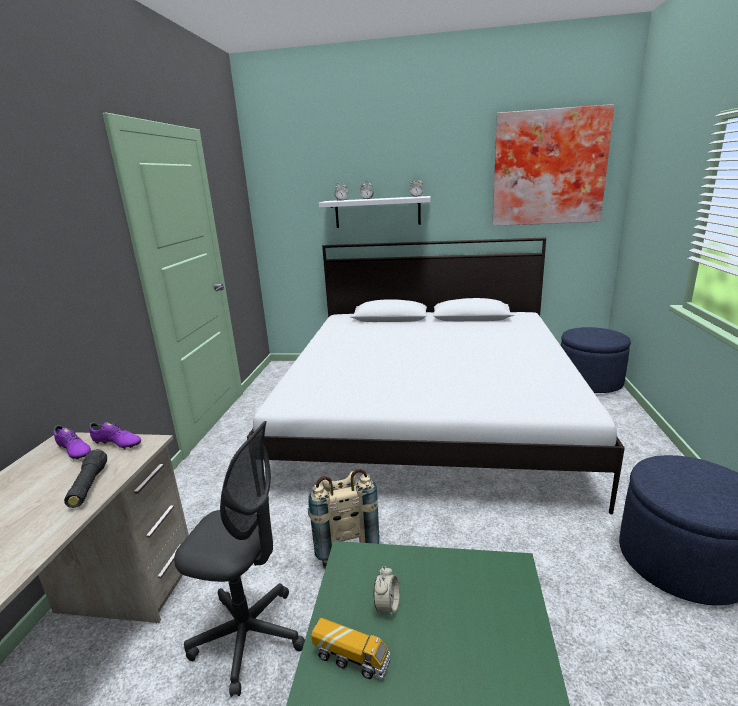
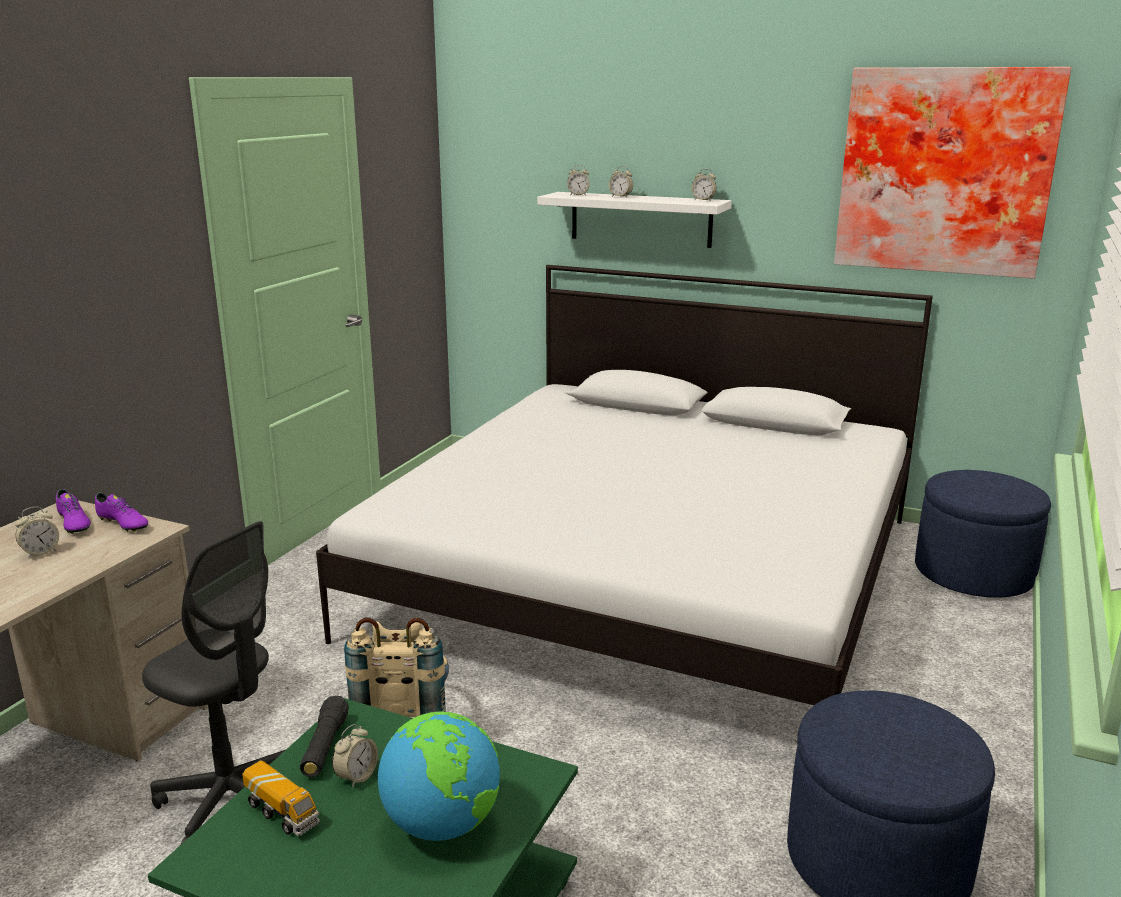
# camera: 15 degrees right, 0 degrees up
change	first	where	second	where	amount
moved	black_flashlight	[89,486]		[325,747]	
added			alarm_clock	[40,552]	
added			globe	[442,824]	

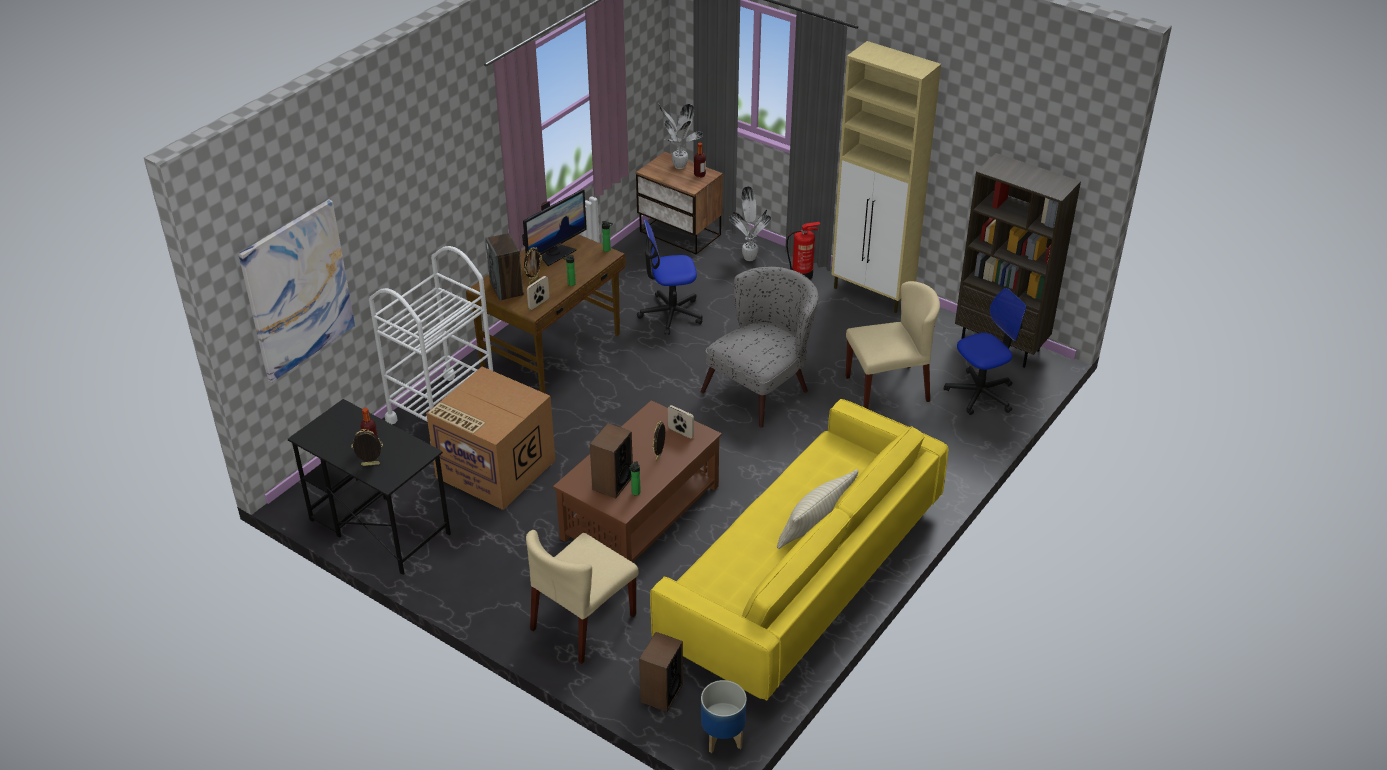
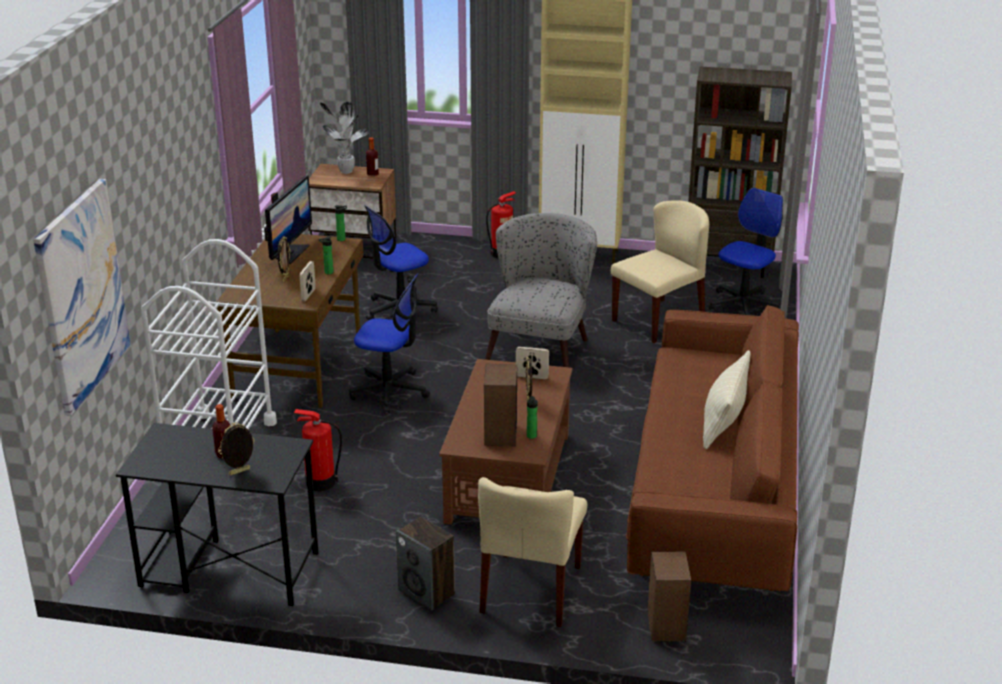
# camera: 25 degrees left, 10 degrees down
change	first	where	second	where	amount
replaced	cardboard_box	[494,469]	fire_extinguisher	[320,482]	
moved	speaker	[507,289]		[427,592]	
recoloured	yellow_sofa	[801,577]	brown_sofa	[714,487]	
removed	planter	[723,738]			
removed	potted_plant	[749,257]			
added			office_chair	[390,391]	

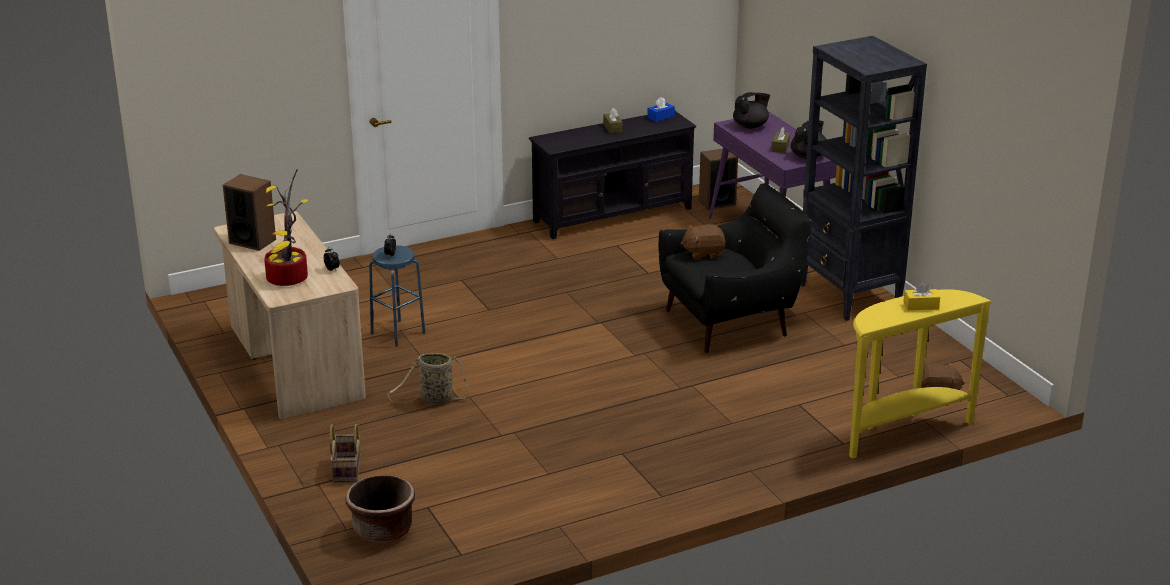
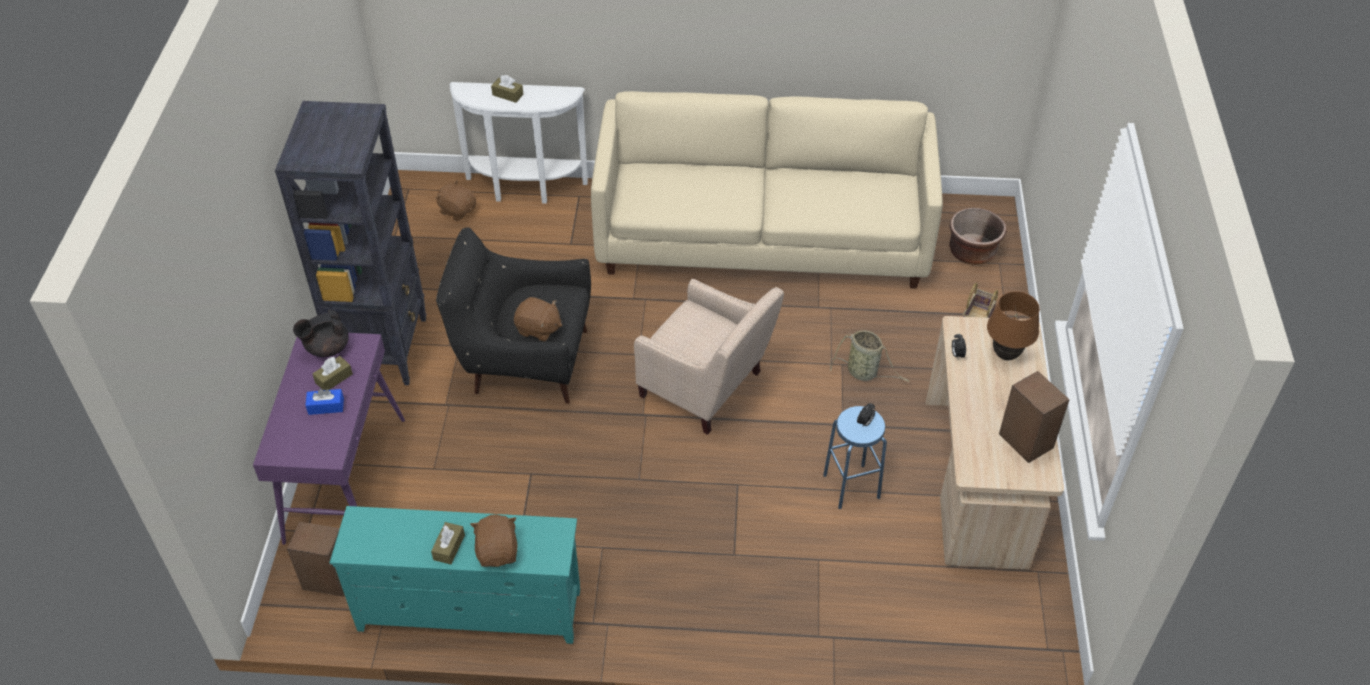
# camera: 150 degrees left, 20 degrees up
change	first	where	second	where	amount
replaced	potted_plant	[290,279]	brown_table_lamp	[1005,355]	
recoloured	black_tv_stand	[612,215]	turquoise_tv_stand	[470,611]	
moved	blue_tissue_box	[661,117]		[326,406]	
removed	black_teapot	[751,126]			
recoloured	yellow_console_table	[901,430]	white_console_table	[525,190]	
recoloured	yellow_tissue_box	[921,305]	brown_tissue_box	[507,95]	
added			brown_plush_toy	[498,551]	
added			beige_sofa	[763,237]	
added			beige_armchair	[706,389]	

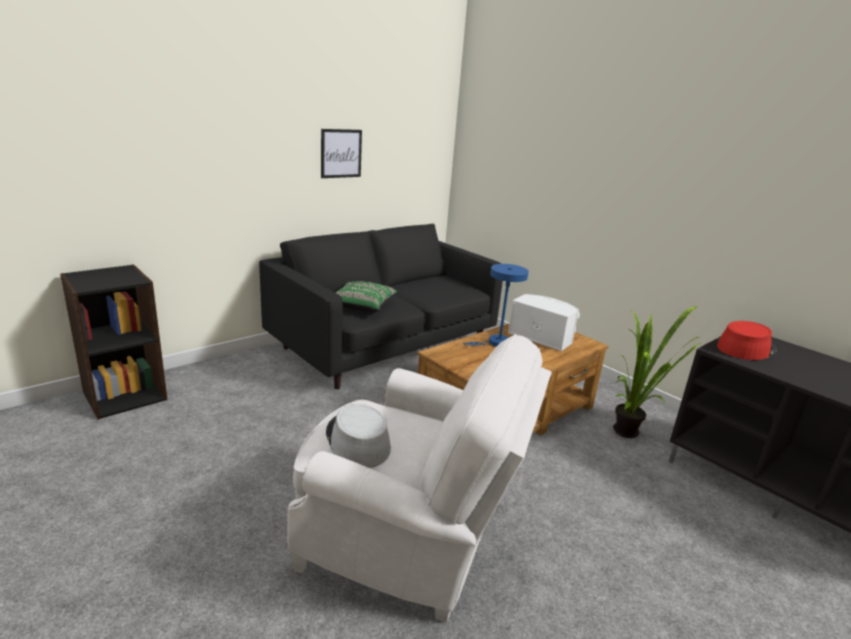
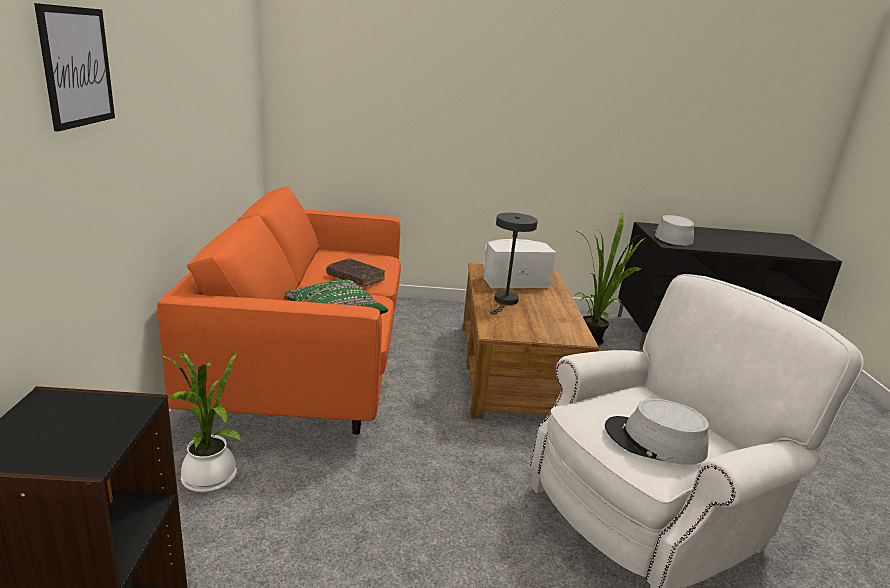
# camera: 50 degrees left, 0 degrees up
change	first	where	second	where	amount
recoloured	black_sofa	[384,346]	orange_sofa	[308,361]	
moved	picture	[341,153]		[77,67]	
recoloured	blue_table_lamp	[495,343]	grey_table_lamp	[505,301]	
recoloured	red_hat	[745,348]	grey_hat	[672,237]	
added			potted_plant	[209,480]	
added			brown_book	[355,278]	

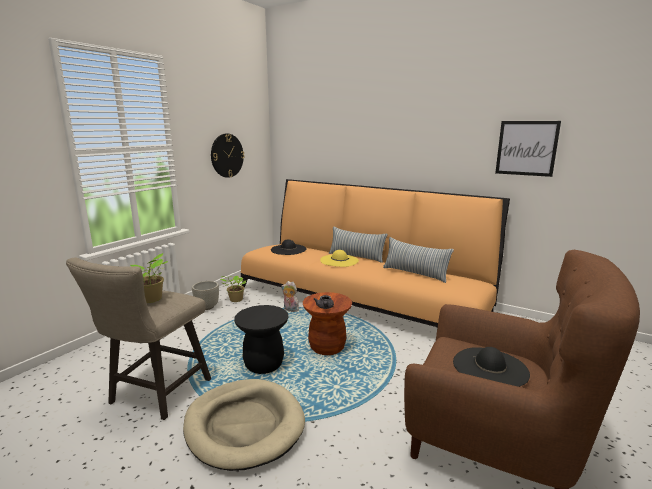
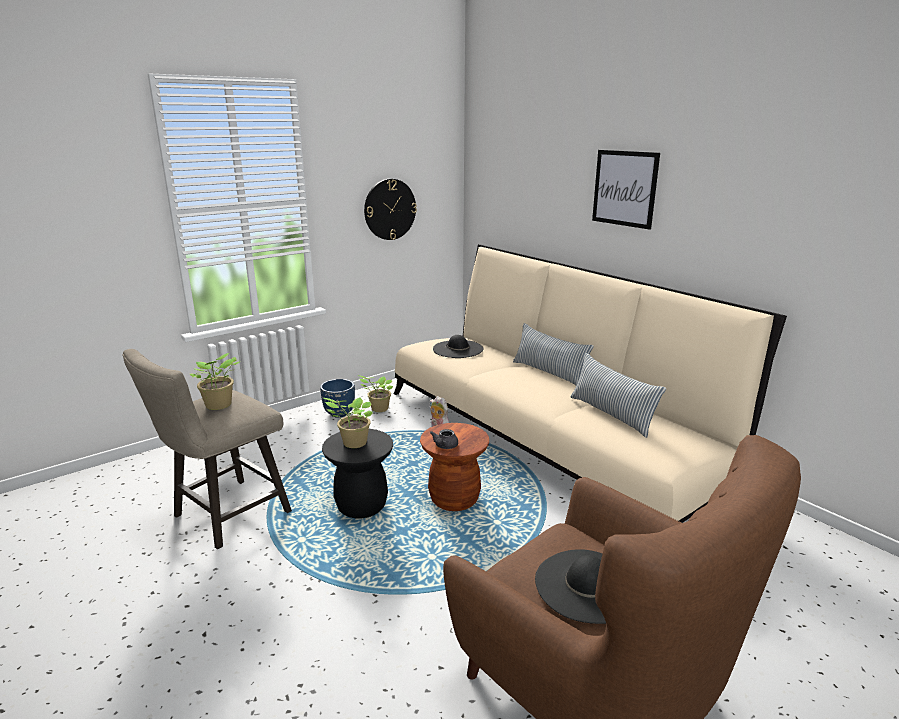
# camera: 20 degrees right, 5 degrees up
change	first	where	second	where	amount
removed	beige_dog_bed	[244,425]			
recoloured	grey_planter	[207,307]	blue_planter	[339,414]	
recoloured	orange_sofa	[360,299]	beige_sofa	[545,436]	
removed	yellow_hat	[339,260]			
moved	picture	[526,148]		[624,188]	
added			potted_plant	[353,443]	

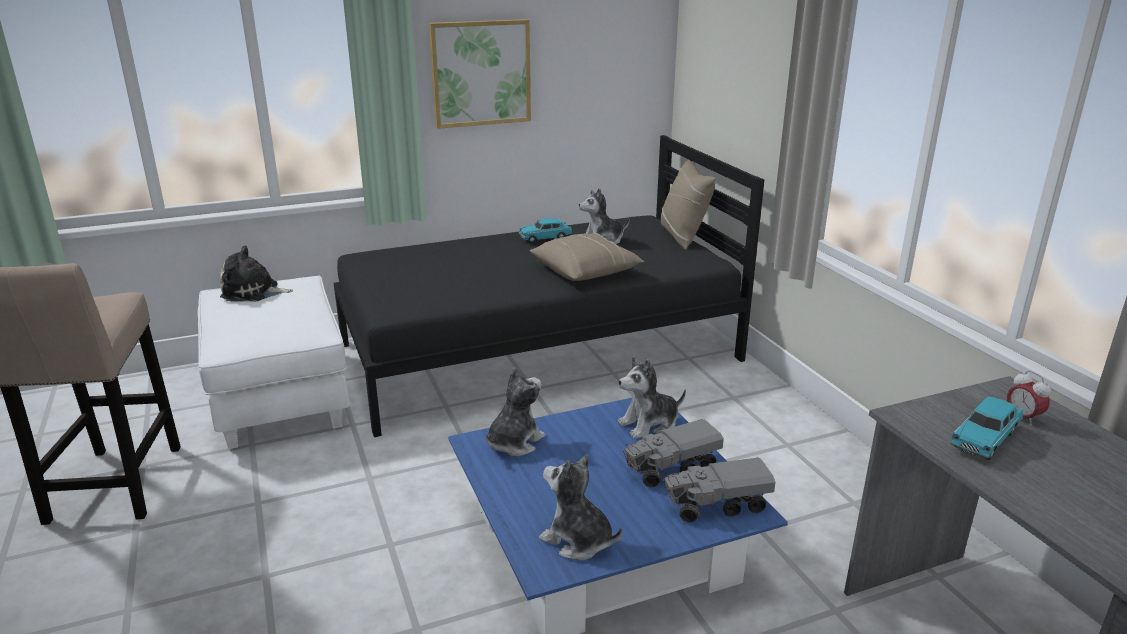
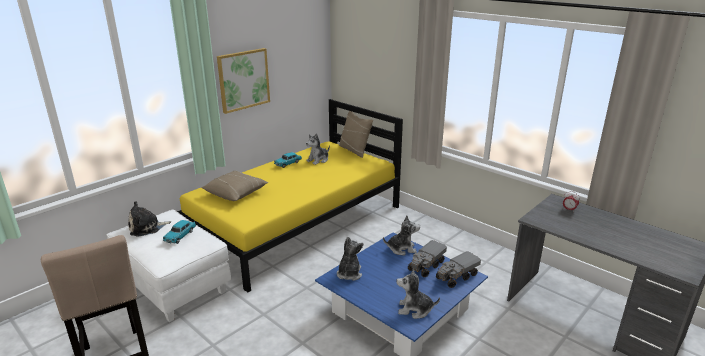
# camera: 25 degrees left, 0 degrees up
change	first	where	second	where	amount
recoloured	black_bed	[539,352]	yellow_bed	[298,225]	
moved	beige_pillow	[585,271]		[236,193]	
turned	plush_toy	[649,425]		[401,249]	135 degrees counterclockwise
moved	turquoise_toy_car	[984,439]		[180,236]	

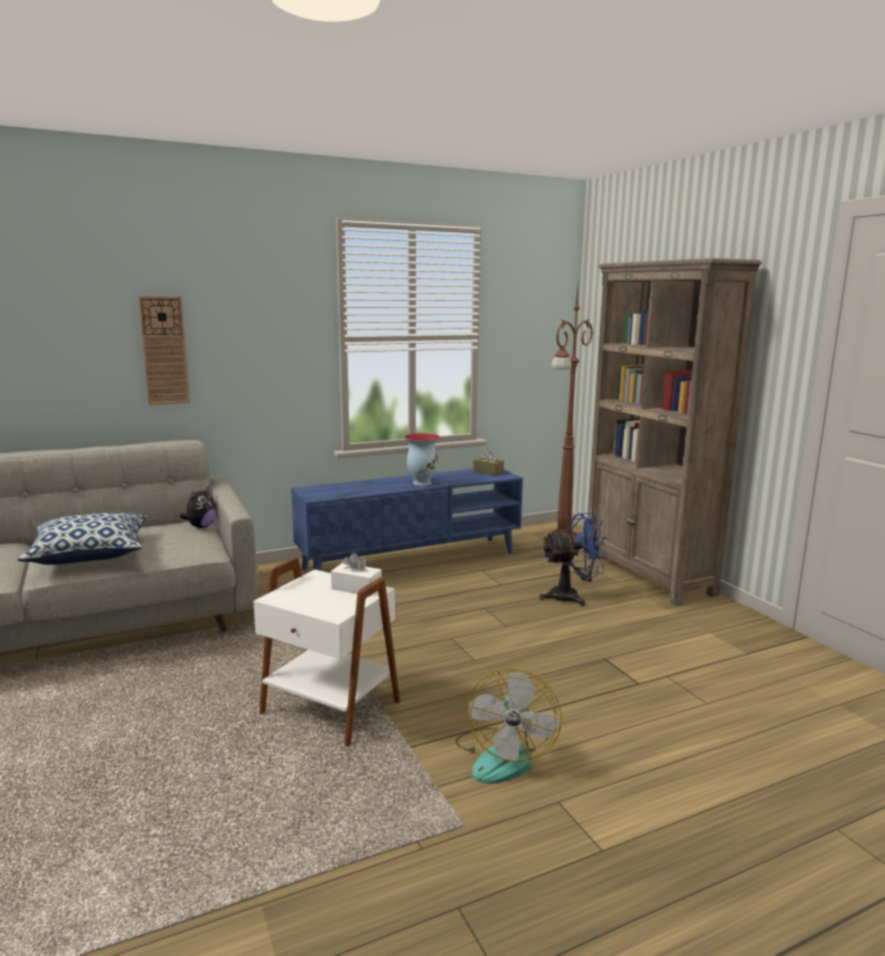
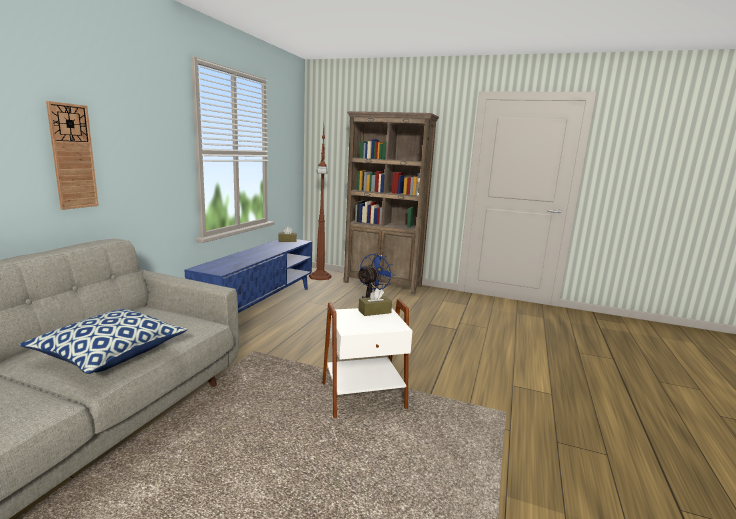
# camera: 45 degrees left, 0 degrees up
change	first	where	second	where	amount
removed	plush_toy	[201,526]			
recoloured	white_tissue_box	[356,588]	brown_tissue_box	[374,311]	
removed	vase	[421,483]			
removed	fan	[503,756]			

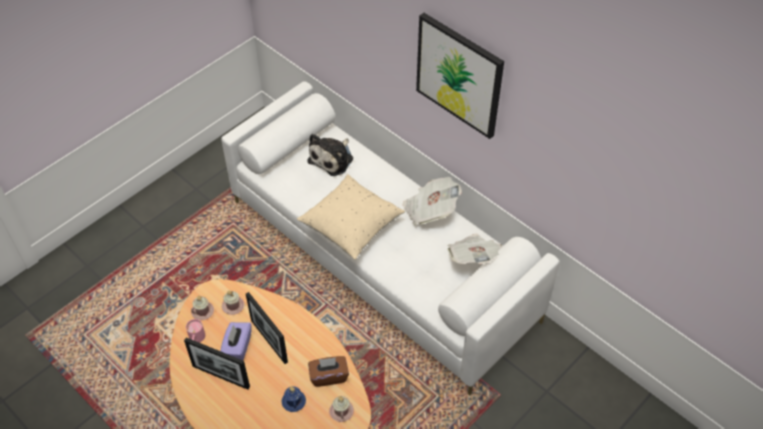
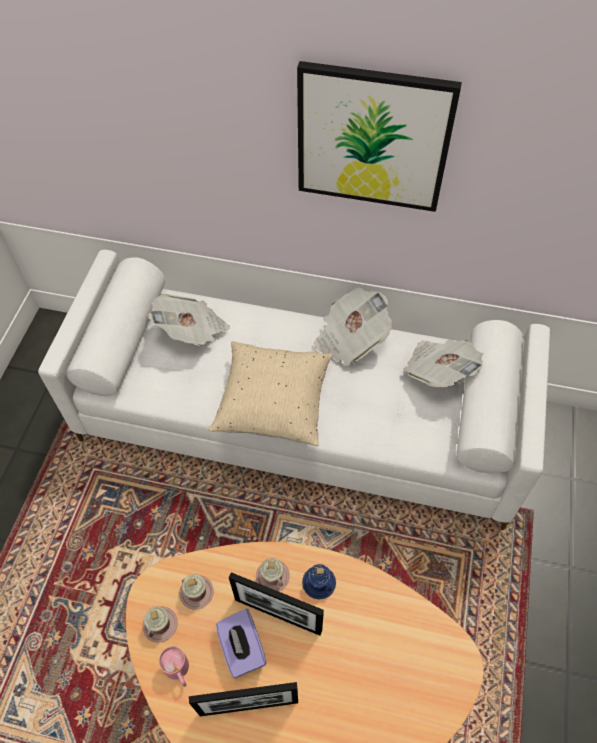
# camera: 30 degrees left, 5 degrees up
change	first	where	second	where	amount
moved	blue_mug	[293,401]		[319,583]	
replaced	plush_toy	[332,159]	newspaper	[192,331]	
removed	brown_tissue_box	[329,376]			
moved	pink_mug	[341,411]		[272,576]	

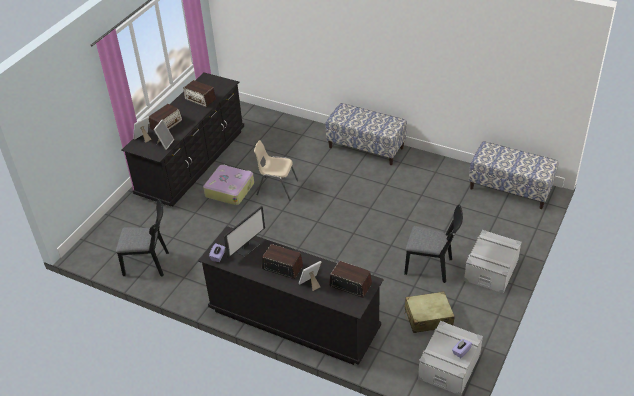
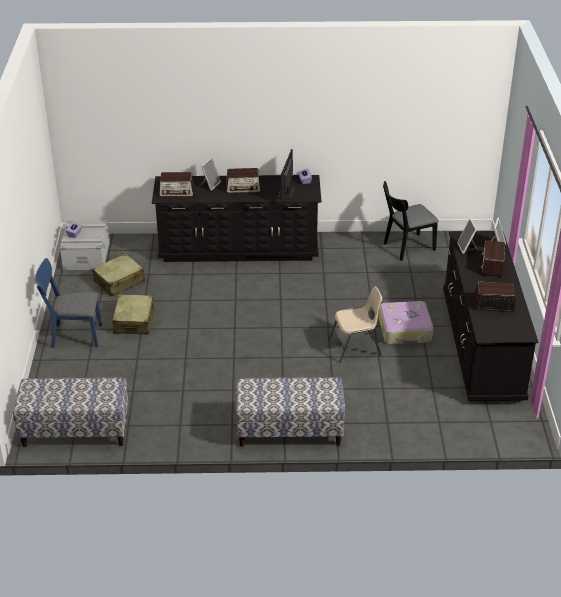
# camera: 150 degrees right, 5 degrees down
change	first	where	second	where	amount
replaced	black_chair	[432,267]	beige_suitcase	[134,321]	
replaced	grey_storage_box	[491,270]	blue_chair	[72,335]	

